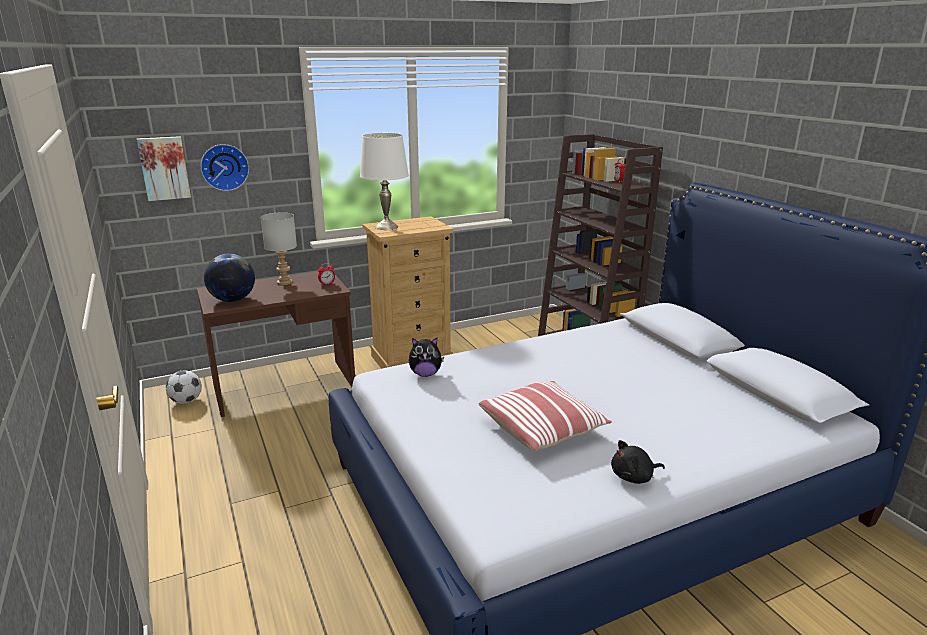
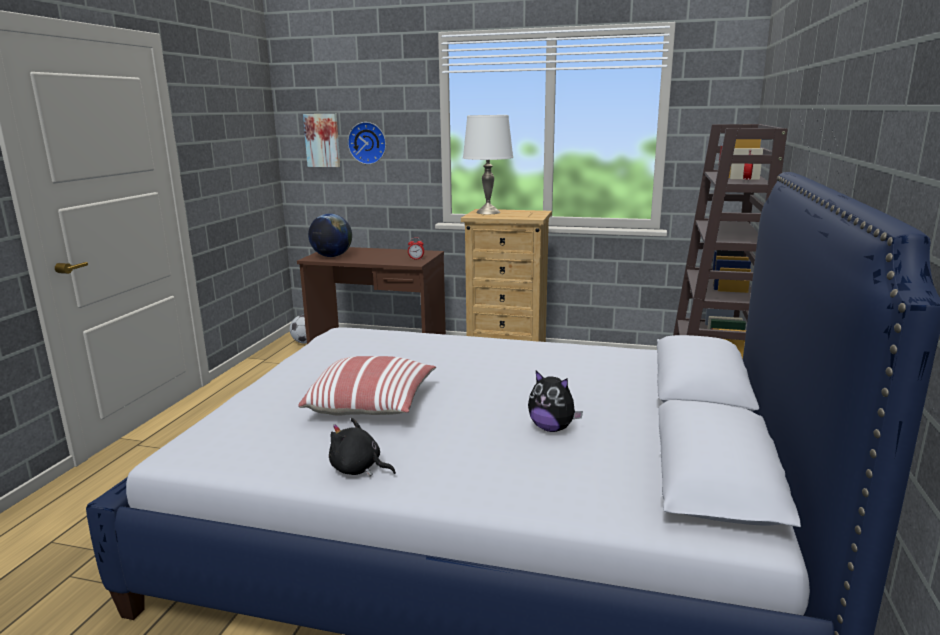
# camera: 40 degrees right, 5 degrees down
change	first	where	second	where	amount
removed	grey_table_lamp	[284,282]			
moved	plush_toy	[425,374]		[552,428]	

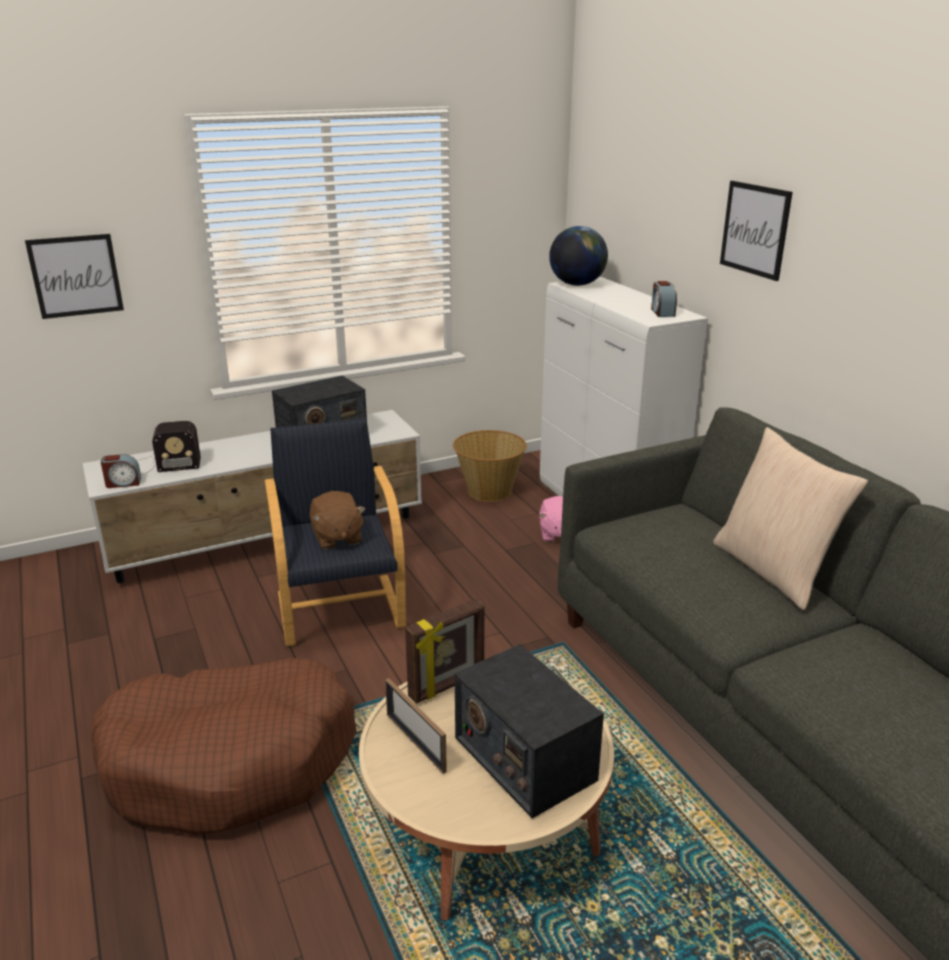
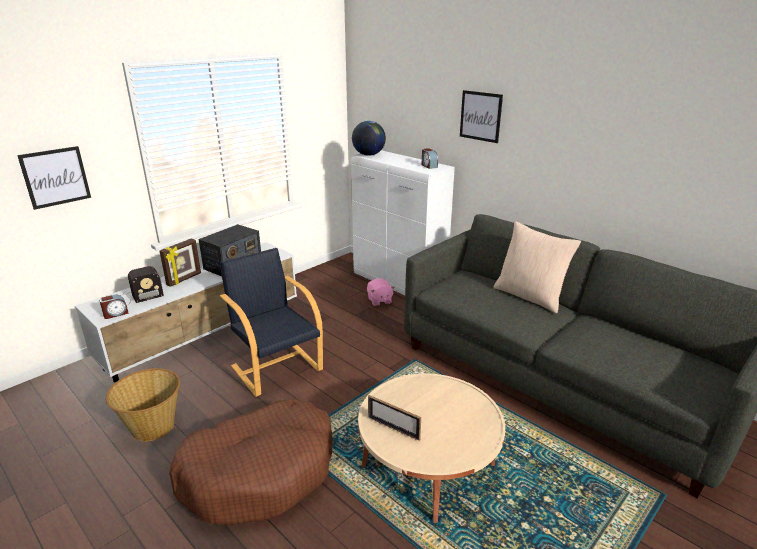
# camera: 20 degrees left, 0 degrees up
change	first	where	second	where	amount
removed	brown_plush_toy	[337,538]			
moved	picture_frame	[447,685]		[184,279]	
moved	basket	[489,491]		[153,426]	
removed	radio	[523,758]			

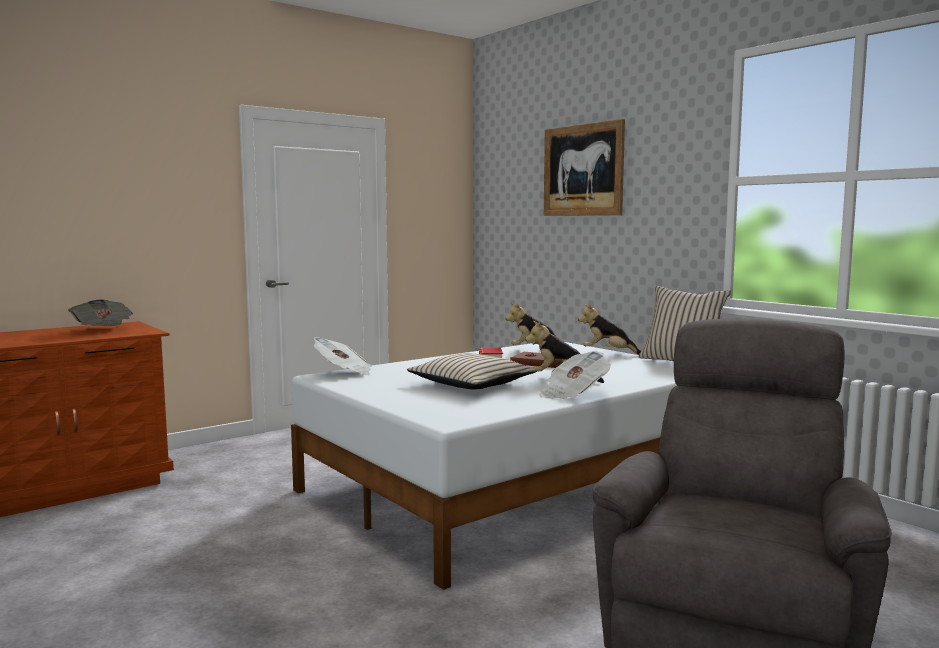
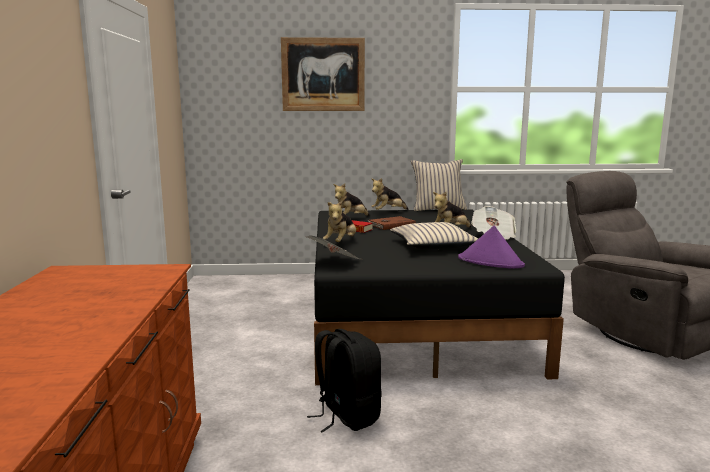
# camera: 55 degrees left, 5 degrees up
change	first	where	second	where	amount
removed	newspaper	[103,330]			
recoloured	white_bed	[515,486]	black_bed	[412,317]	
added			black_backpack	[346,416]	
added			plush_toy	[341,243]	
added			purple_hat	[491,262]	

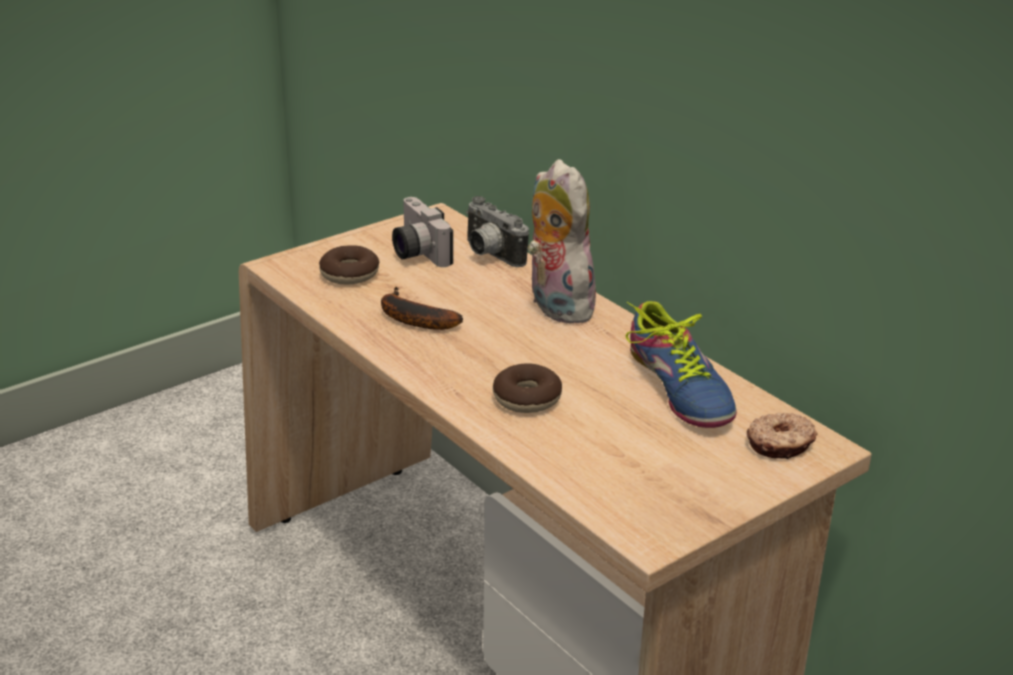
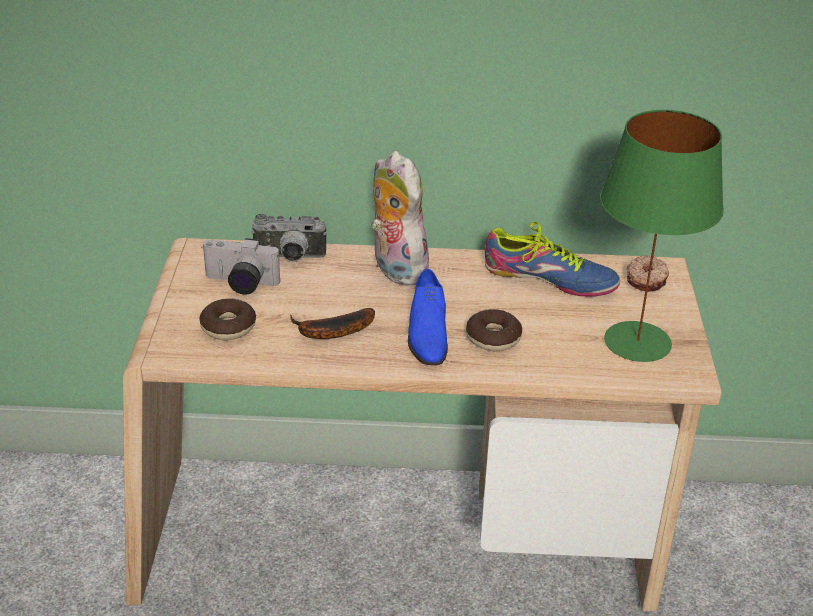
# camera: 50 degrees left, 5 degrees up
change	first	where	second	where	amount
turned	plush_toy	[555,306]		[395,269]	45 degrees clockwise
added			blue_shoe	[426,331]	
added			green_table_lamp	[636,342]	

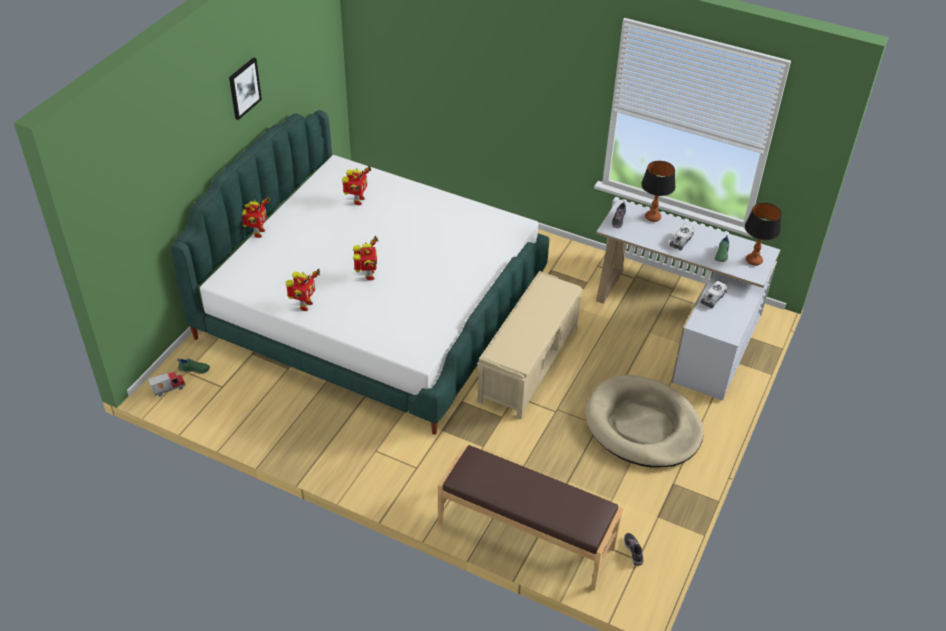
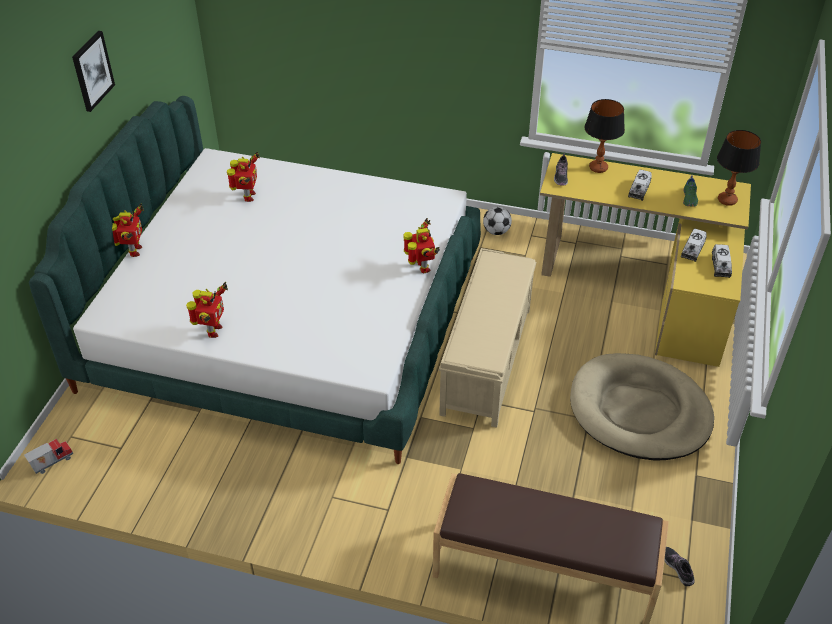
# camera: 10 degrees left, 0 degrees up
change	first	where	second	where	amount
removed	green_shoe	[194,369]			
moved	toy_robot	[368,276]		[422,268]	
recoloured	white_desk	[684,324]	yellow_desk	[646,286]	
added			football	[496,231]	
added			toy_truck	[720,266]	

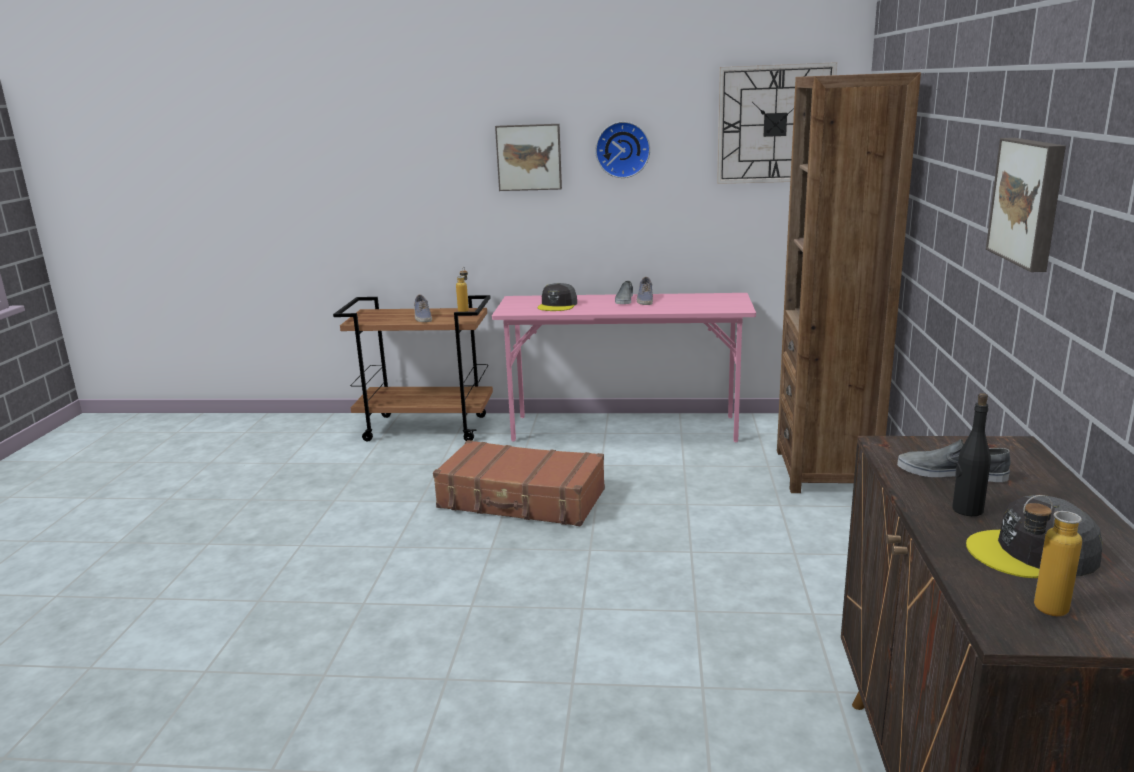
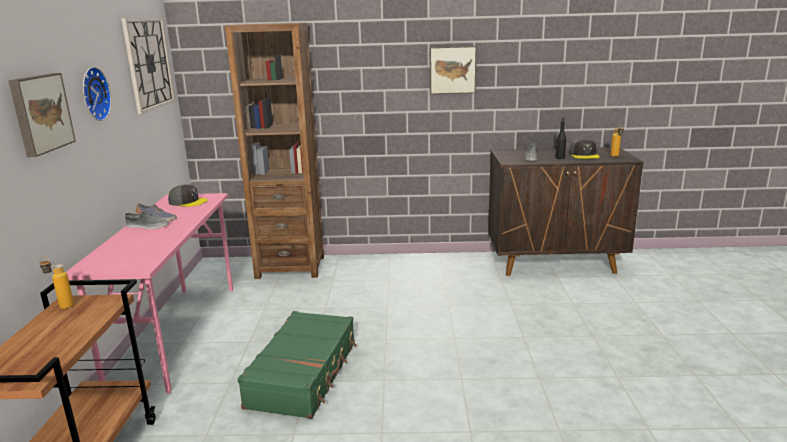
# camera: 95 degrees left, 0 degrees up
change	first	where	second	where	amount
removed	shoe	[422,317]			
recoloured	brown_suitcase	[521,500]	green_suitcase	[304,374]	
moved	grey_cap	[558,305]		[188,202]	

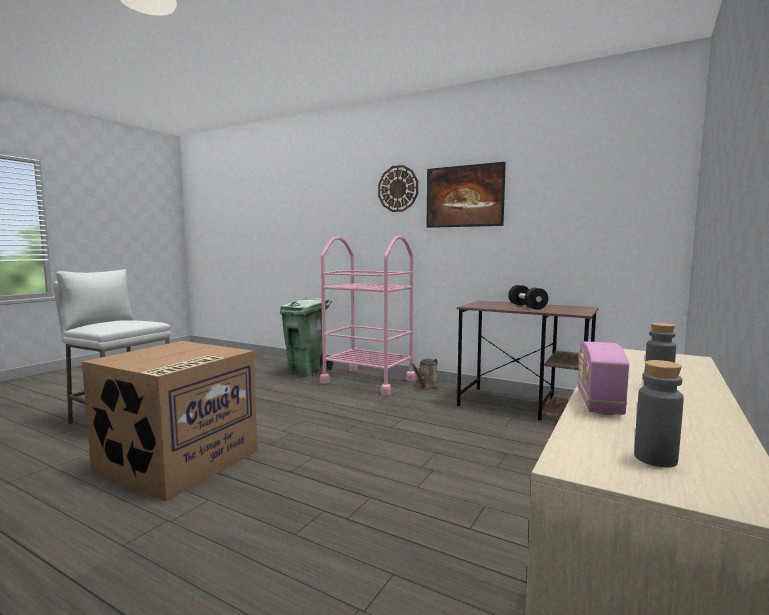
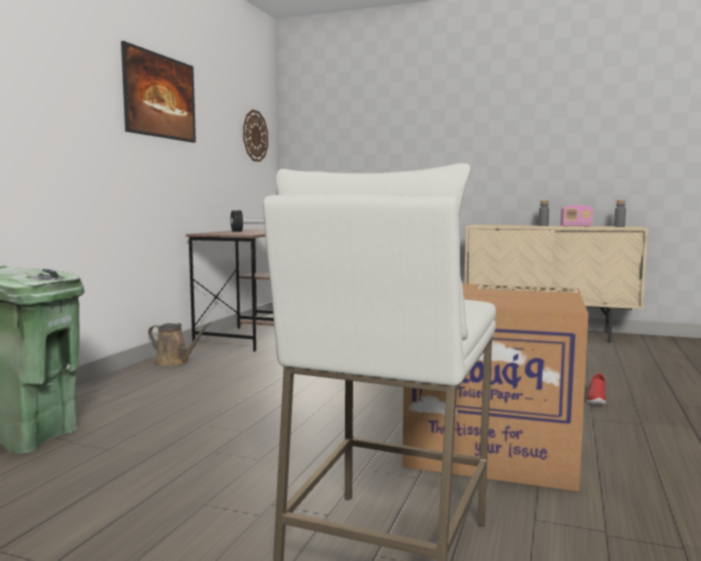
# camera: 100 degrees left, 0 degrees up
change	first	where	second	where	amount
removed	pink_cart	[368,381]			
moved	wall_clock	[398,188]		[255,136]	
added			red_shoe	[596,400]	

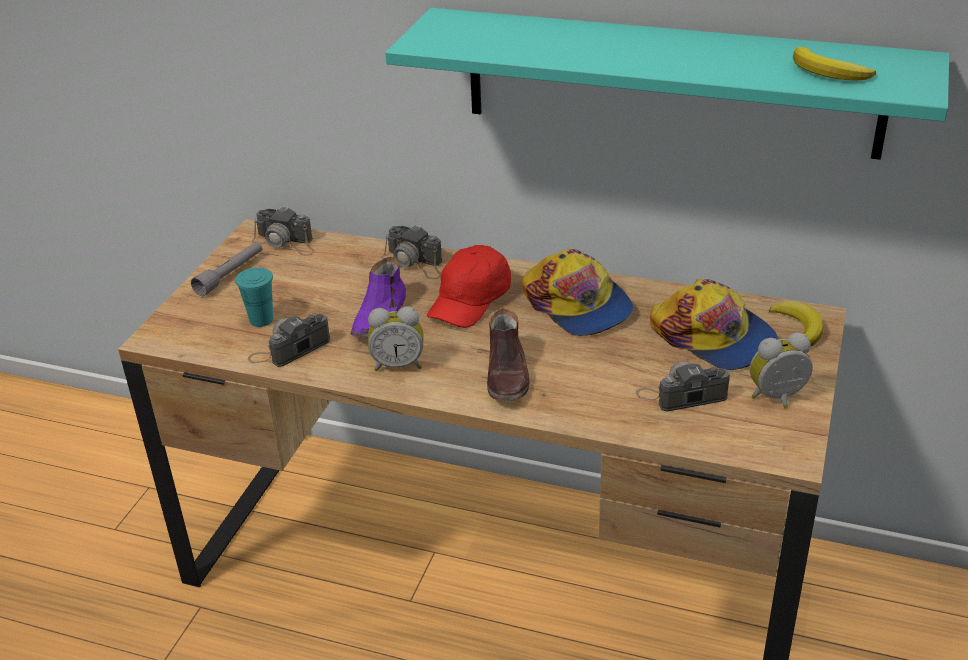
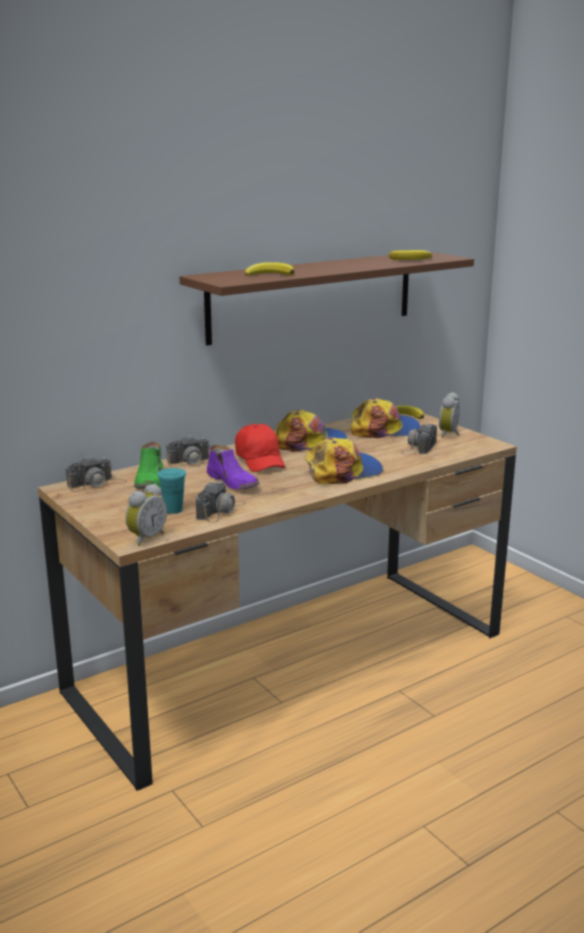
# camera: 55 degrees left, 15 degrees down
change	first	where	second	where	amount
removed	grey_flashlight	[230,275]			
turned	photo_camera	[290,349]		[221,510]	150 degrees counterclockwise
moved	alarm_clock	[398,364]		[145,538]	
recoloured	turquoise_shelf	[670,82]	brown_shelf	[313,296]	
replaced	brown_shoe	[507,374]	cap	[343,471]	
added			green_shoe	[150,481]	
added			banana	[269,274]	

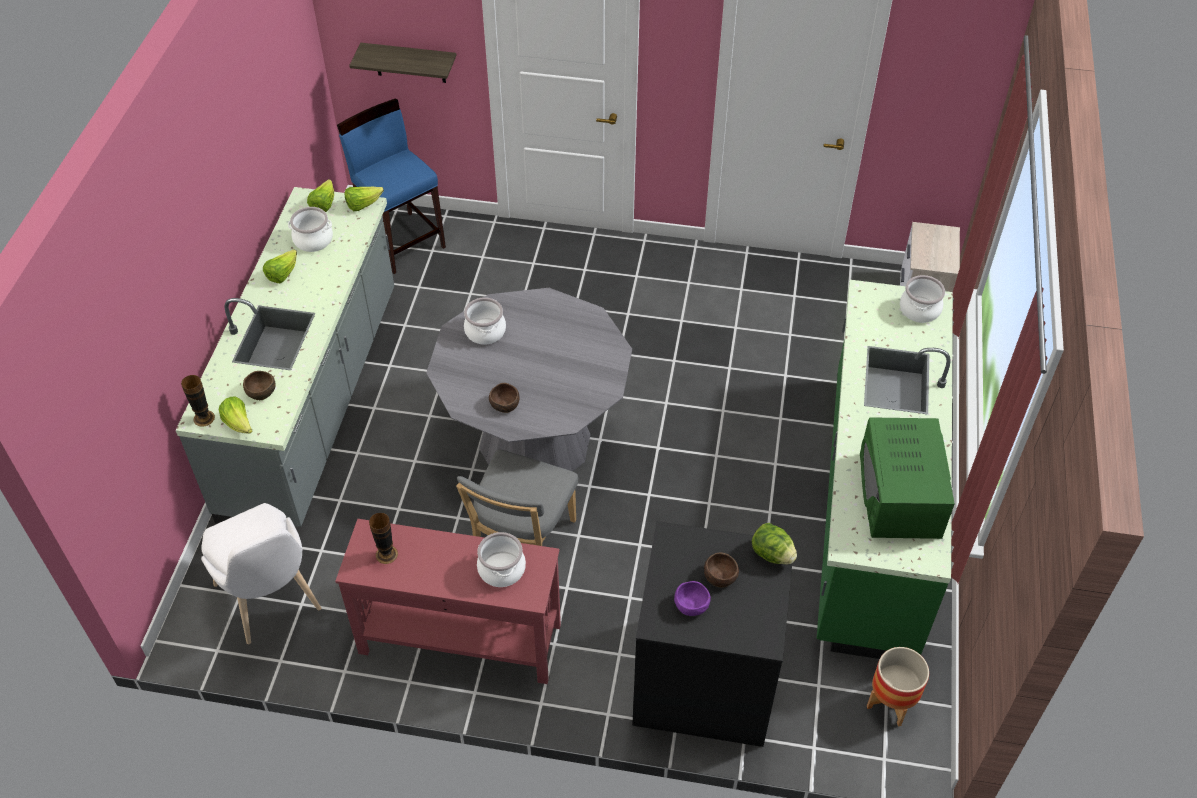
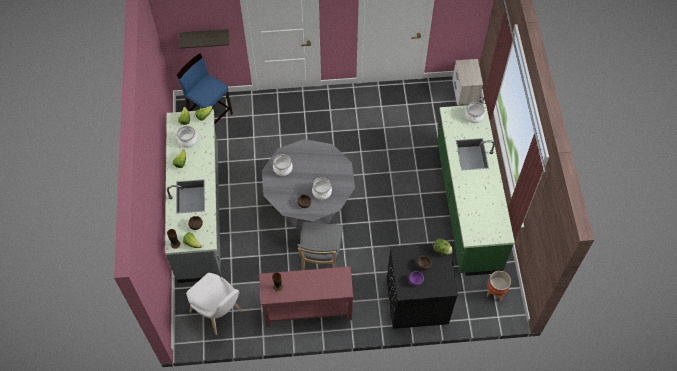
# camera: 15 degrees left, 10 degrees up
change	first	where	second	where	amount
moved	cooking_pot	[501,569]		[321,192]	
removed	green_microwave	[899,495]			

